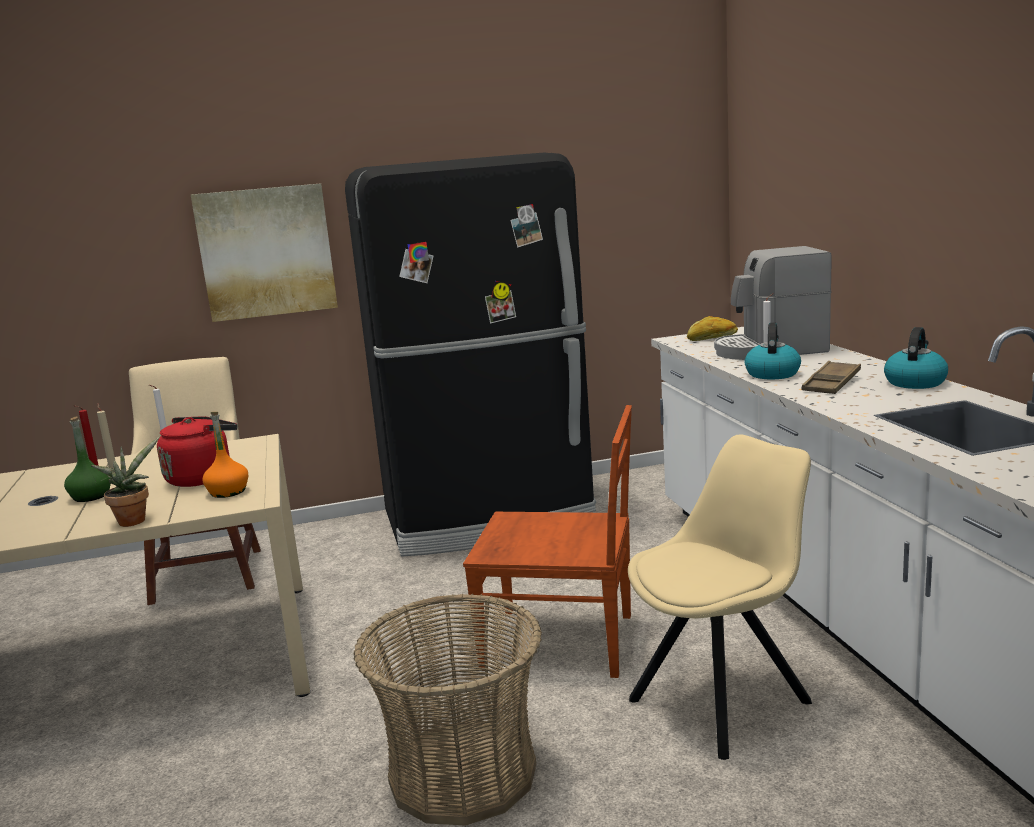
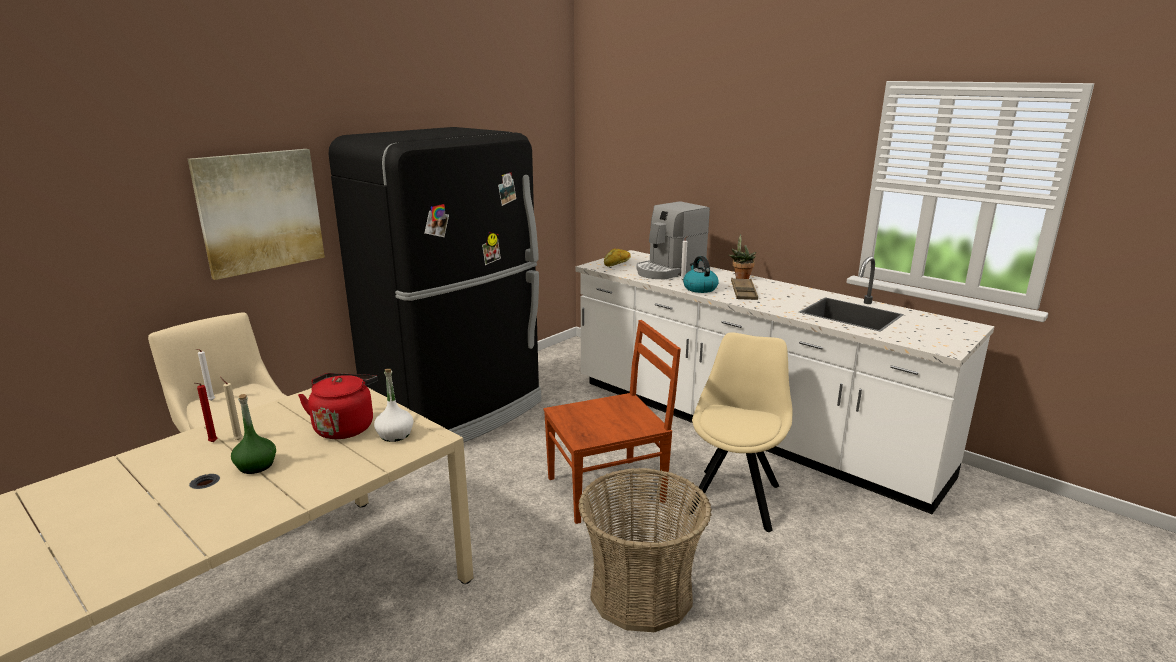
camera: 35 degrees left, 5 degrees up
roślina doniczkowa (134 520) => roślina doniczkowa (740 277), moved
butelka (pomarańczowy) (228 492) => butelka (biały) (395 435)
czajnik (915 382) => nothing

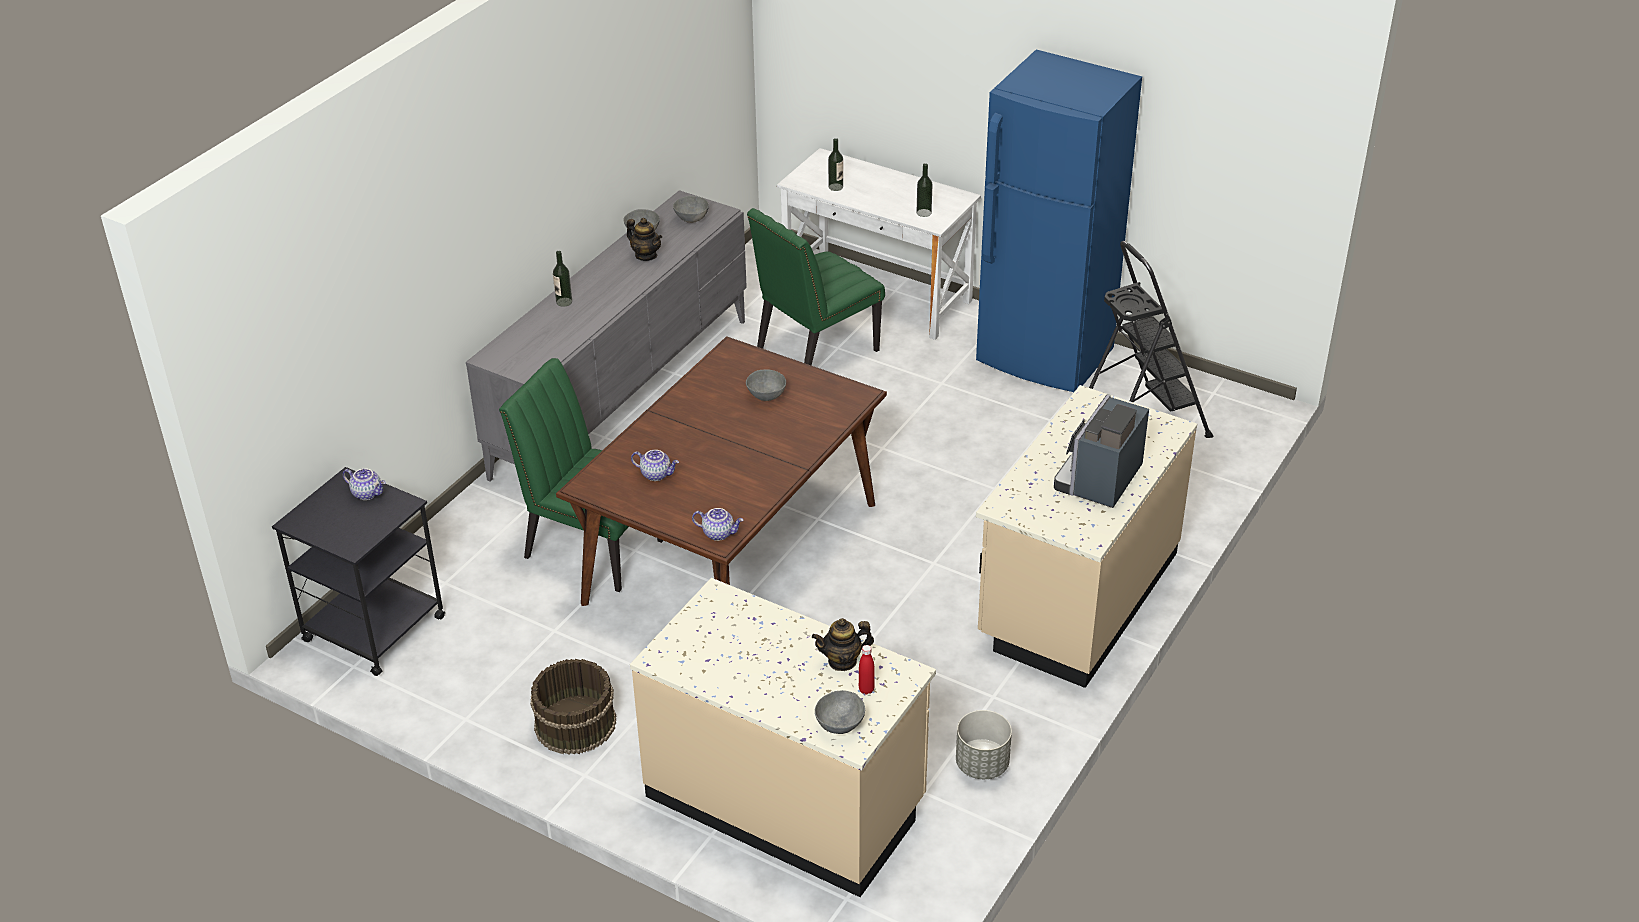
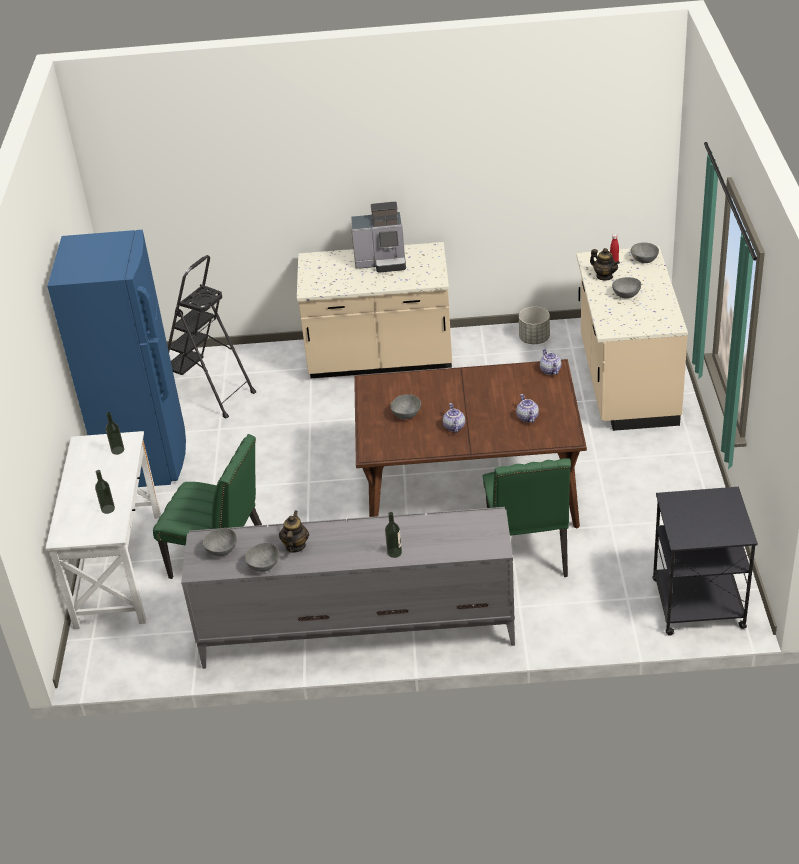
camera: 120 degrees left, 0 degrees up
imbryk (368 493) => imbryk (453 427), moved
wiadro (brązowy) (574 723) => nothing
nothing => miska (szary) (626 295)

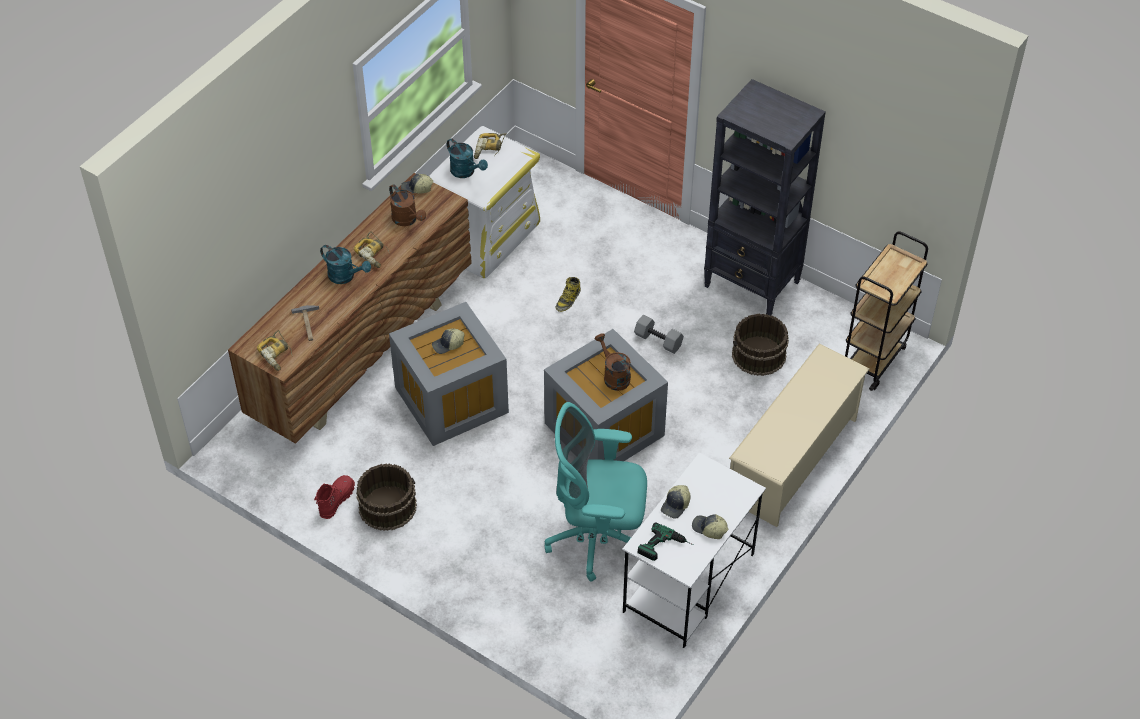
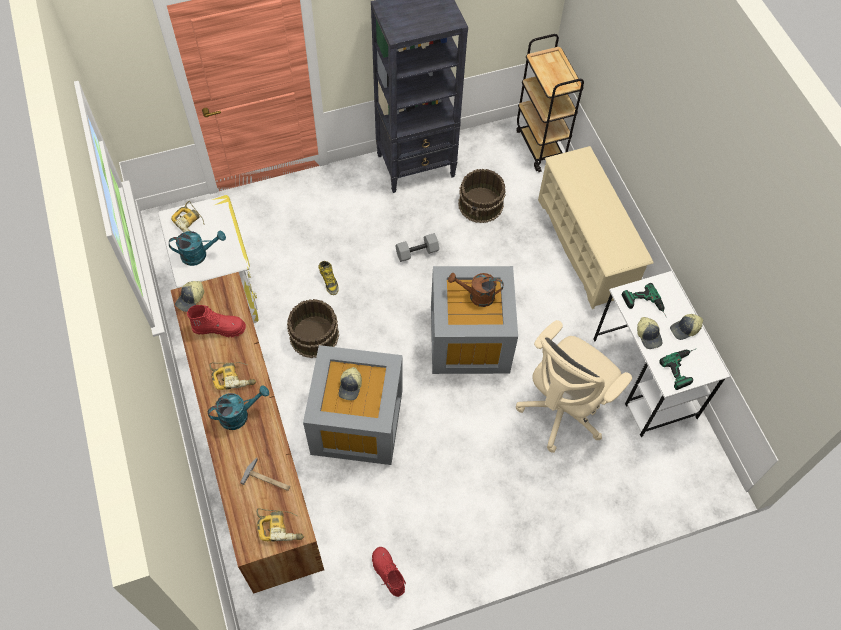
camera: 55 degrees left, 10 degrees up
wiadro (brązowy) (387 506) => wiadro (brązowy) (313 335), moved
konewka (brązowy) (407 220) => but z cholewką (czerwony) (219 328)
krzesło biurowe (turkusowy) (600 536) => krzesło biurowe (beżowy) (564 407)
nothing => wiertarka (645 306)

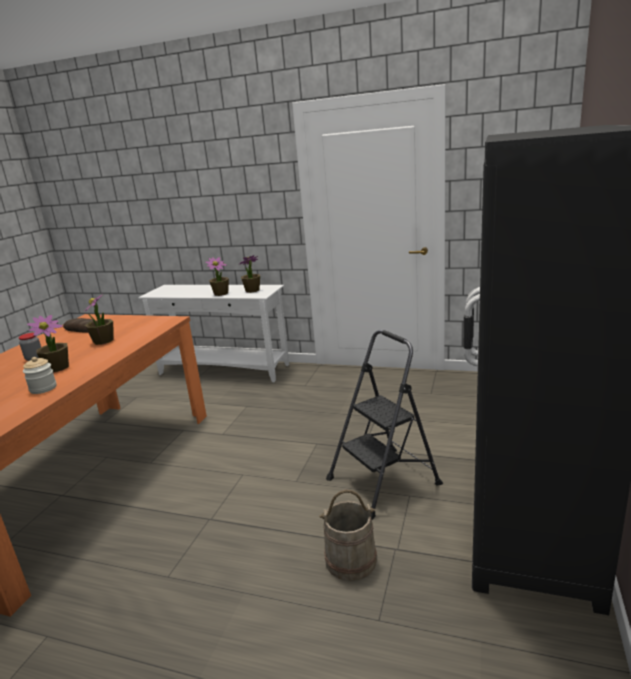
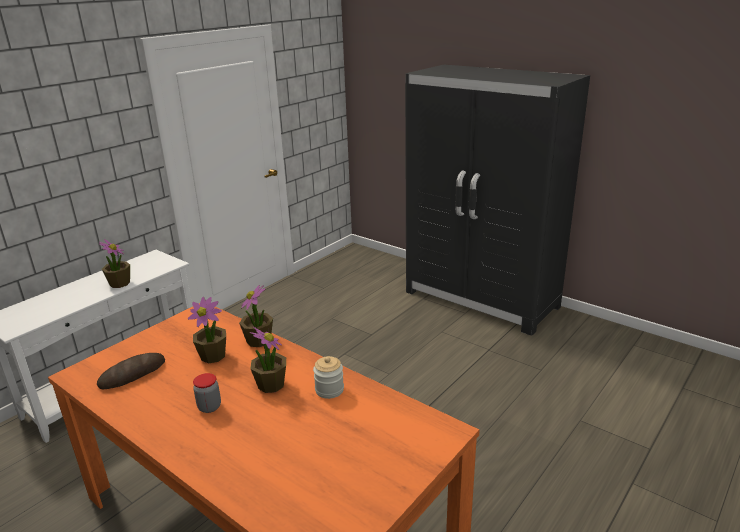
camera: 70 degrees left, 5 degrees up
roślina doniczkowa (252 290) => roślina doniczkowa (259 341), moved
wiadro (beżowy) (350 560) => nothing
drabinka (czarny) (386 479) => nothing

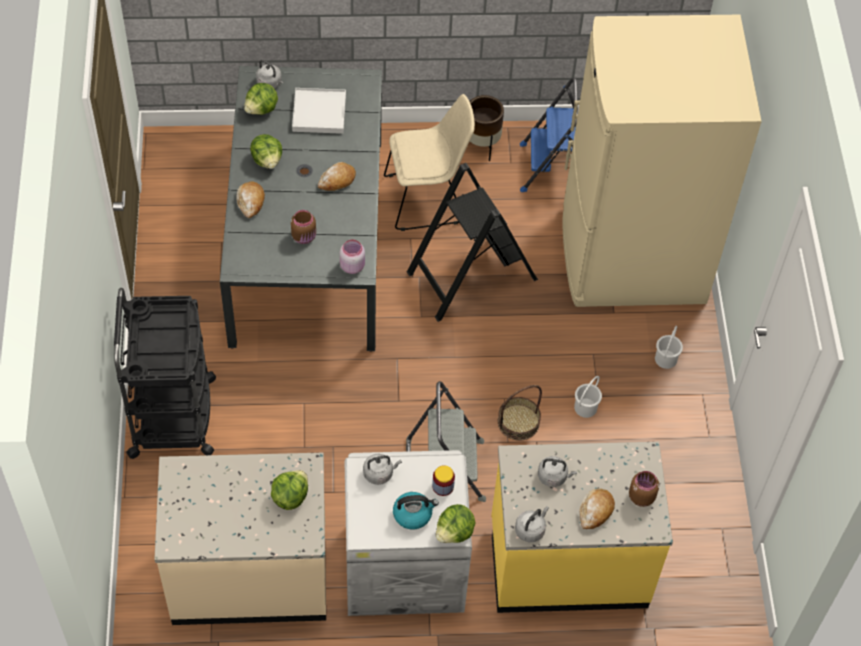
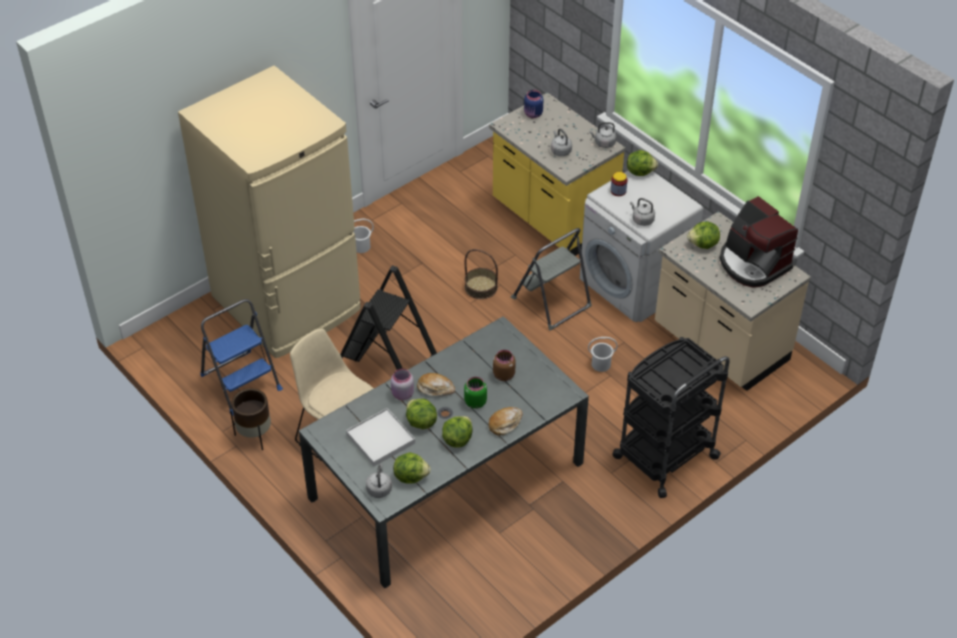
camera: 125 degrees left, 10 degrees down
słoik (różowy) (352 265) => słoik (różowy) (402 394), moved
czajnik (413 514) => nothing
wiadro (biały) (586 407) => wiadro (biały) (600 364), moved
chleb (595 511) => nothing
słoik (brązowy) (640 496) => słoik (niebieski) (533 114)
nothing => sałata (420 422)
nothing => słoik (zielony) (474 402)
nothing => ekspres do kawy (753 263)

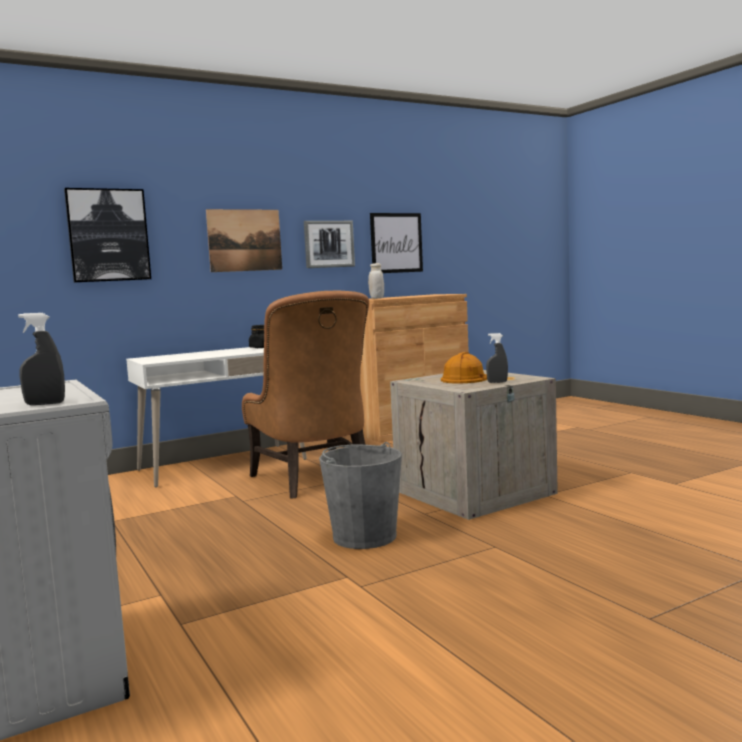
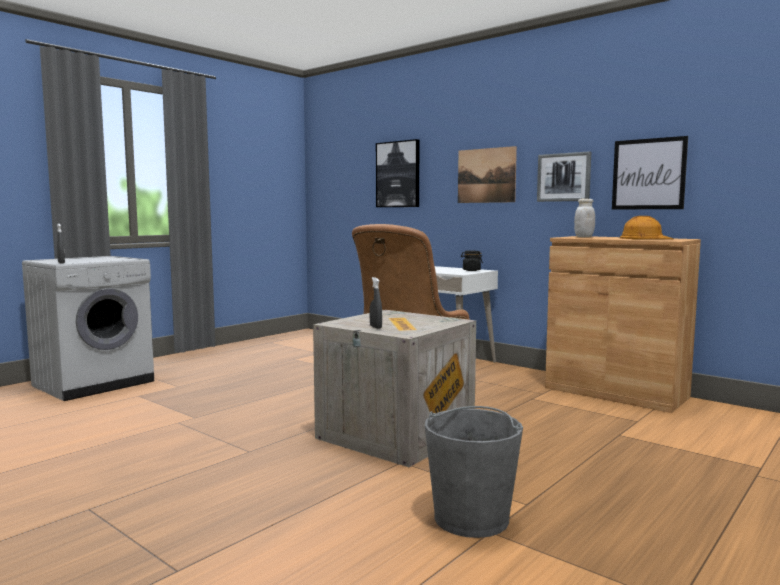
camera: 70 degrees right, 0 degrees up
wiadro (szary) (364 536) => wiadro (szary) (471 517), moved
kask (pomarańczowy) (465 379) => kask (pomarańczowy) (645 238), moved

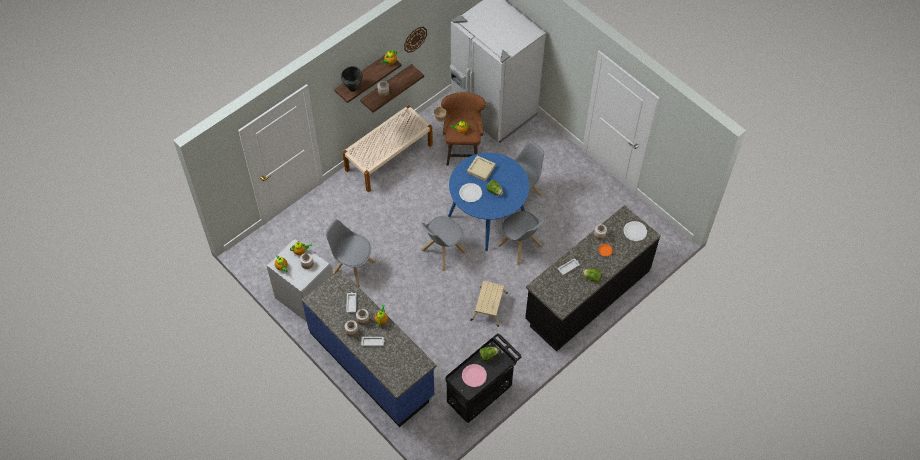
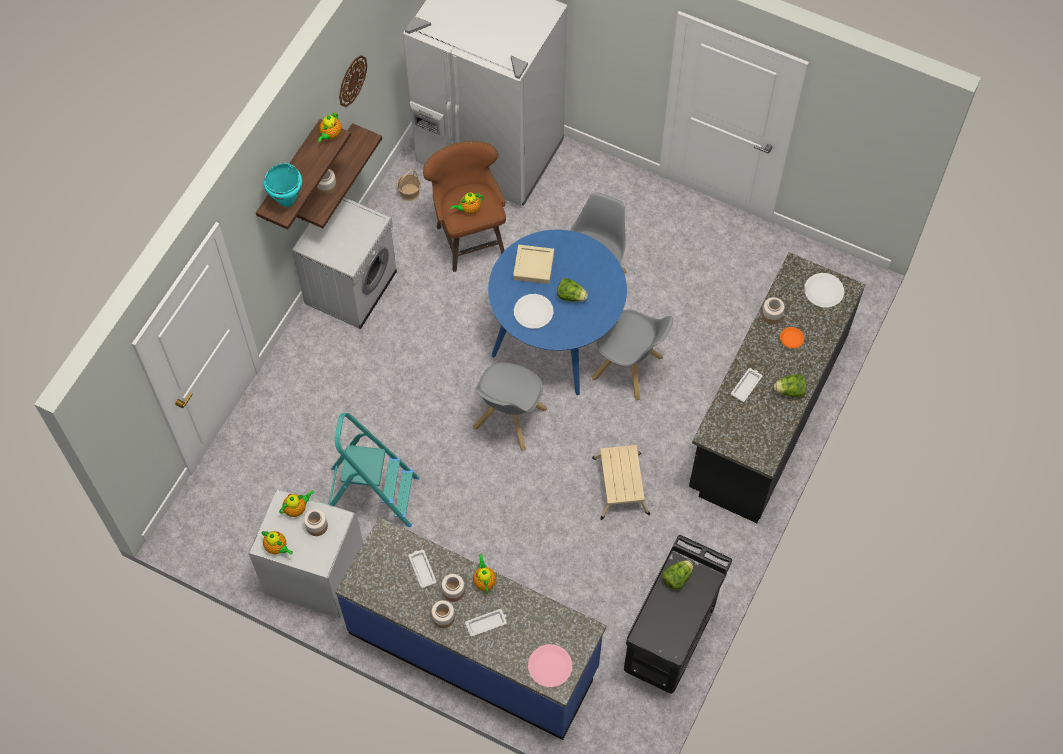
camera: 20 degrees left, 5 degrees up
krzesło (szary) (352 267) => drabinka (turkusowy) (372 497)
garnek (czarny) (352 88) => garnek (turkusowy) (286 200)
ławka (beżowy) (388 157) => pralka (biały) (353 288)
talerz (różowy) (474 376) => talerz (różowy) (550 666), moved

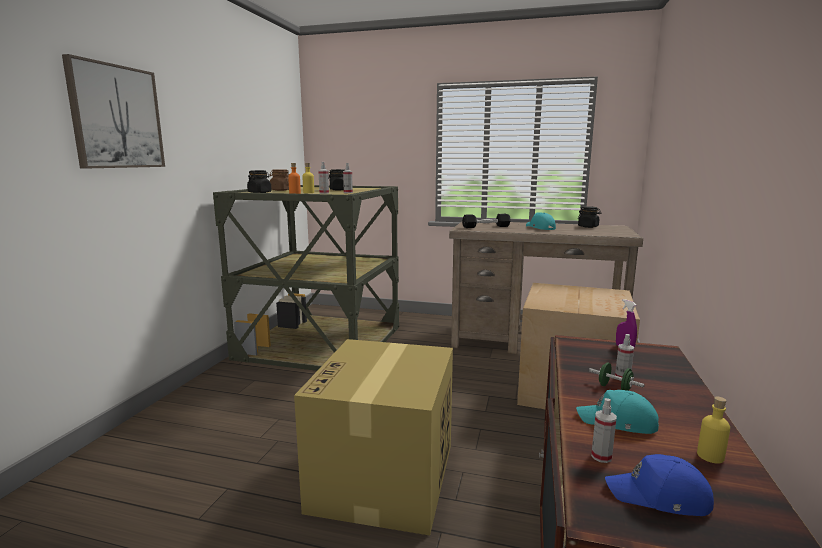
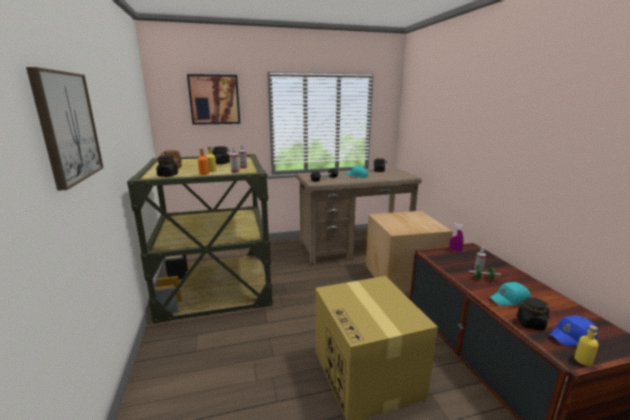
camera: 30 degrees left, 5 degrees up
spryskiwacz (601 456) => słoik (czarny) (530 323)
butelka (żółty) (710 456) => butelka (żółty) (583 360), moved
nothing => obraz (214 99)

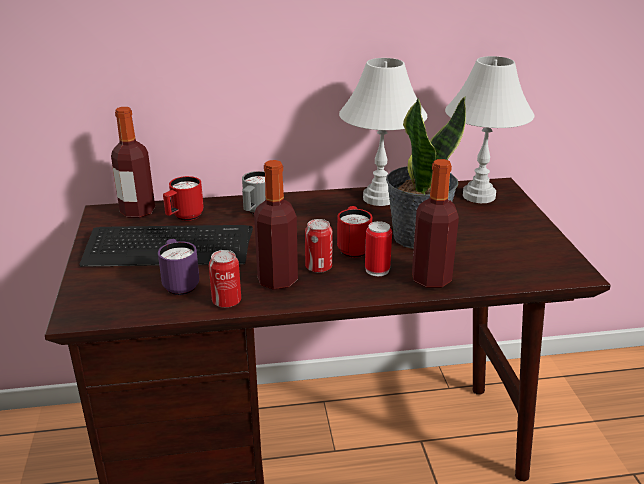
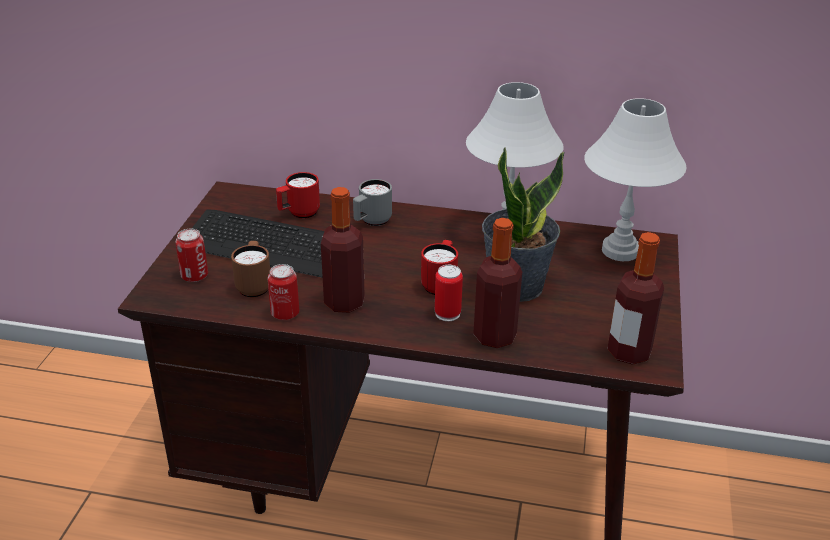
camera: 20 degrees right, 5 degrees up
butelka (138 212) => butelka (629 352), moved
kubek (fioletowy) (180 284) => kubek (brązowy) (254 285)
puszka (318 267) => puszka (194 276), moved

